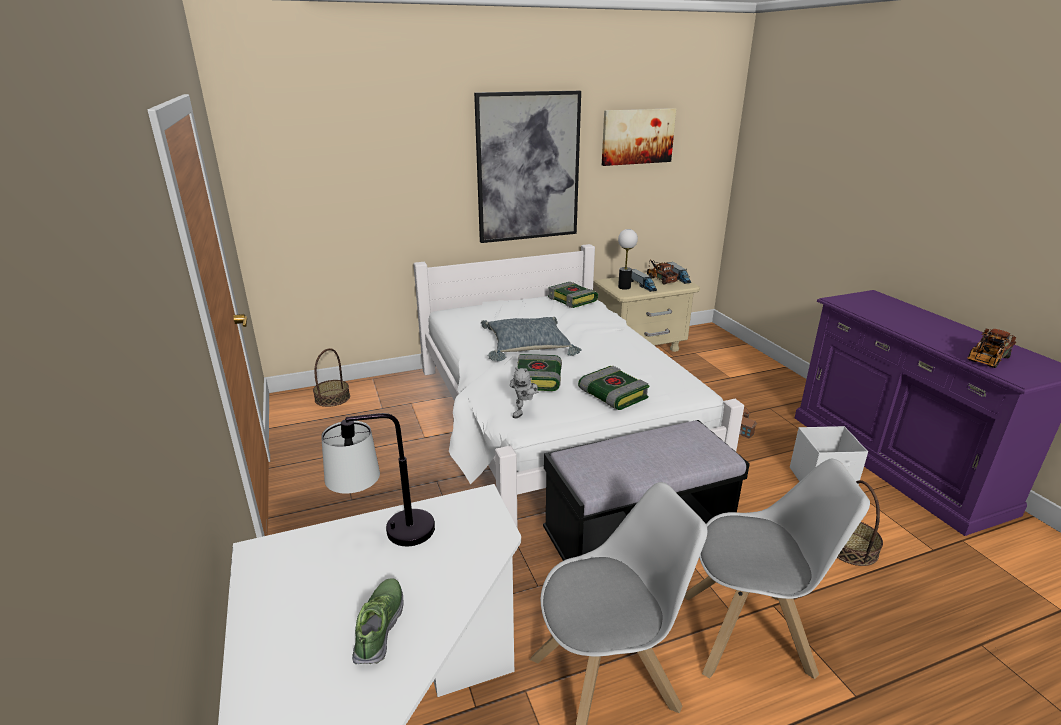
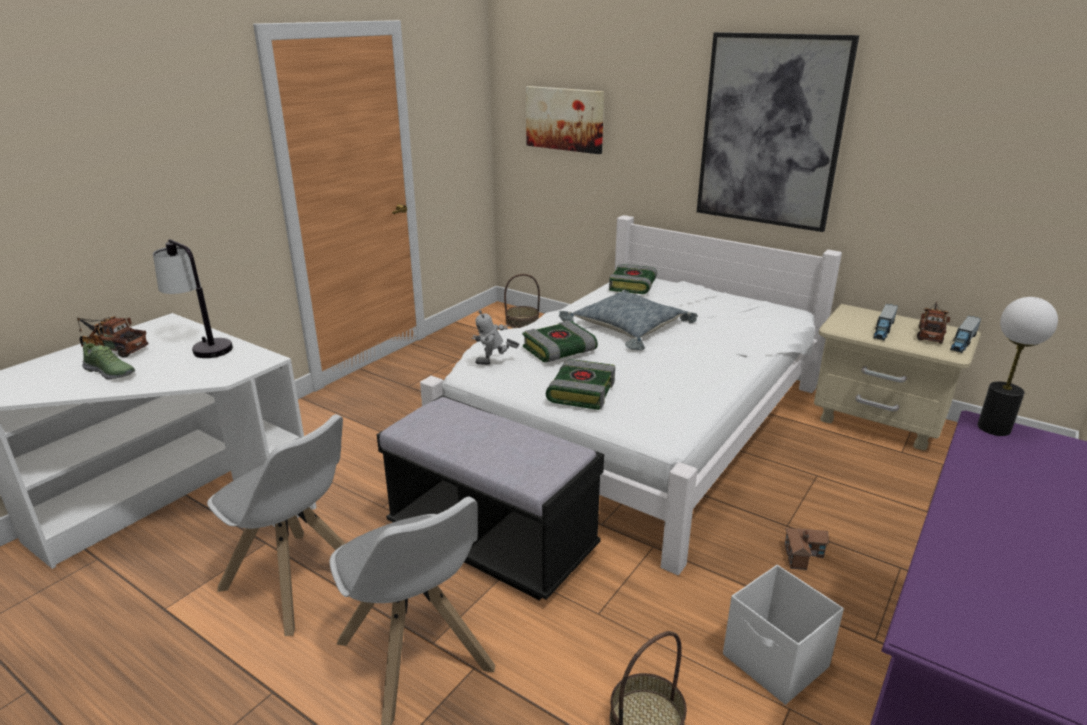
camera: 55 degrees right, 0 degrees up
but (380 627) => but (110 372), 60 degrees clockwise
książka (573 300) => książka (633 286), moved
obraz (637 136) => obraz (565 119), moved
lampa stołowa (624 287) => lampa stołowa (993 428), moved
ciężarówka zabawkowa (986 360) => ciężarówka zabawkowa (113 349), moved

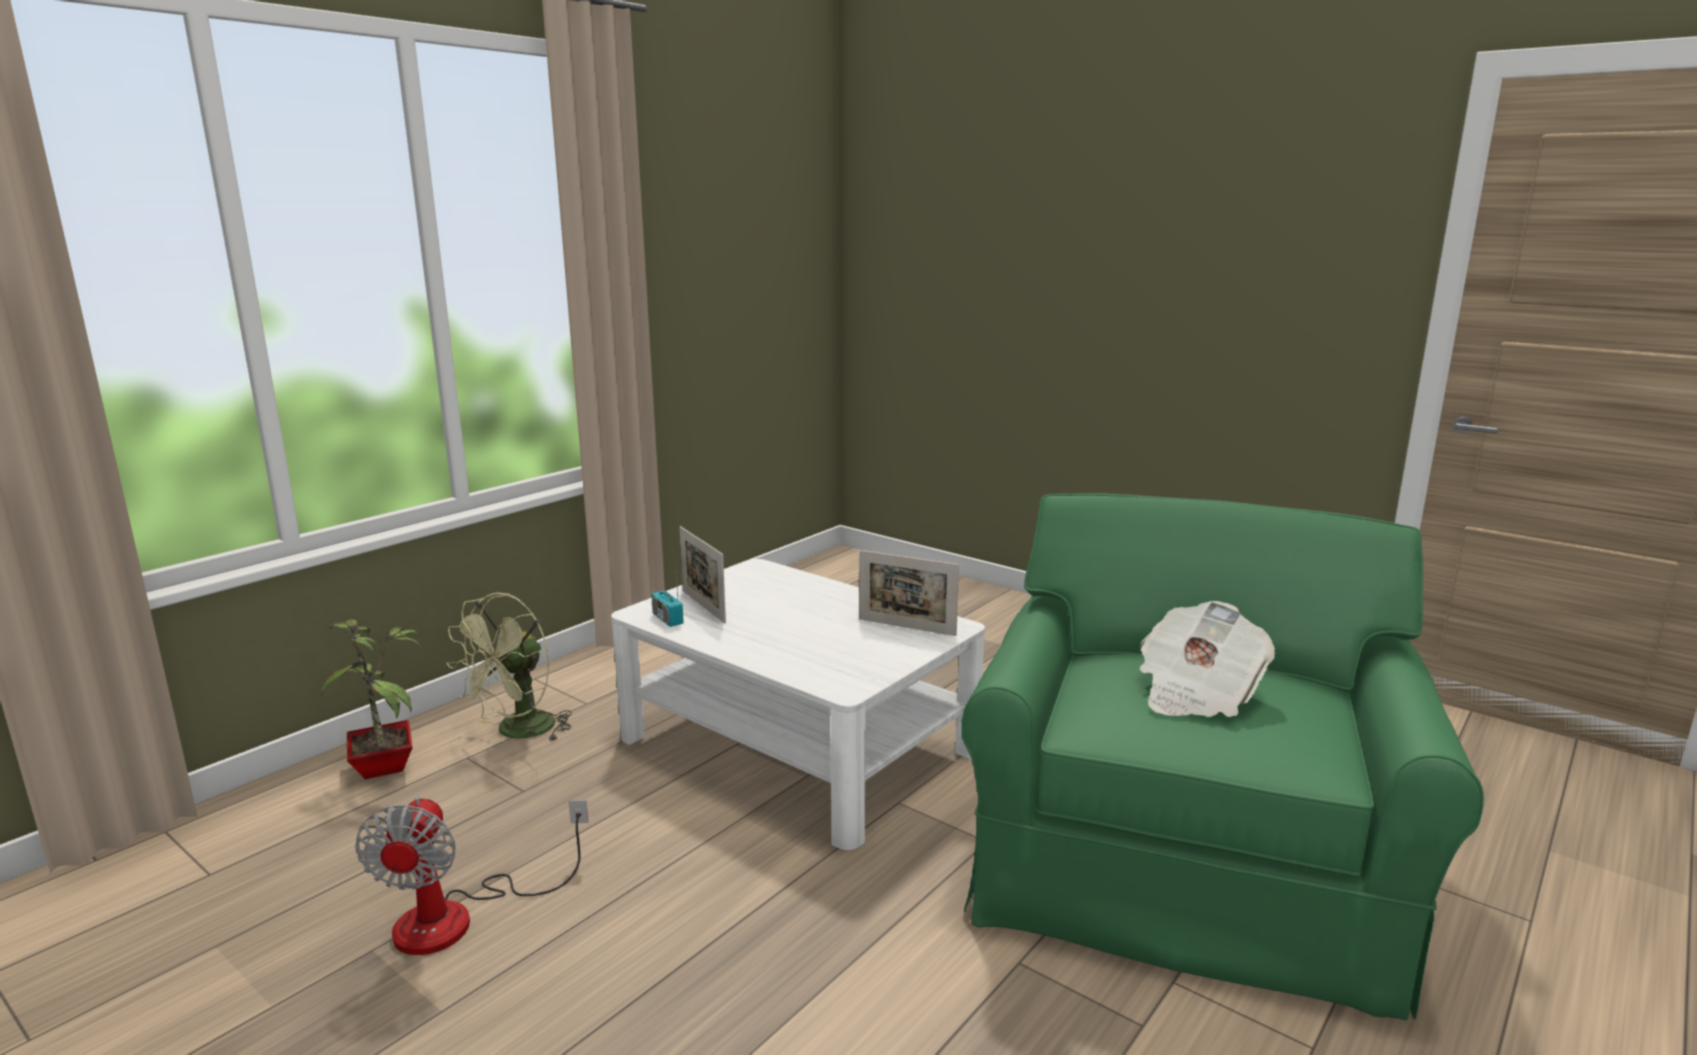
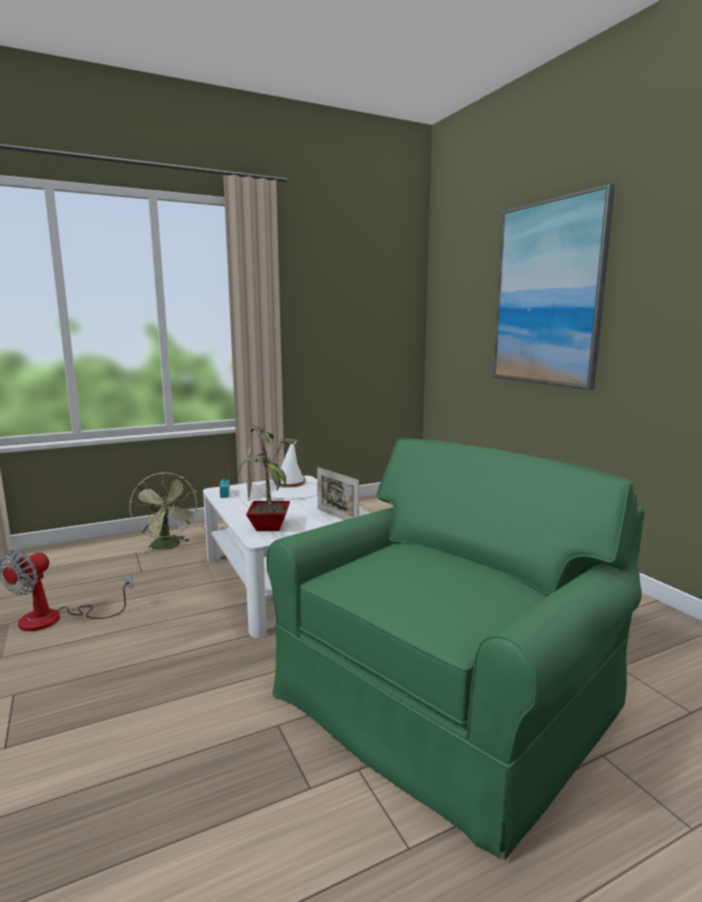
camera: 25 degrees right, 5 degrees down
roślina doniczkowa (387 766) => roślina doniczkowa (271 527), moved
wentylator (zielony) (518 732) => wentylator (zielony) (168 546), 90 degrees counterclockwise
gazeta (1196 693) => nothing
nothing => kapelusz (biały) (290 490)
nothing => obraz (548 294)

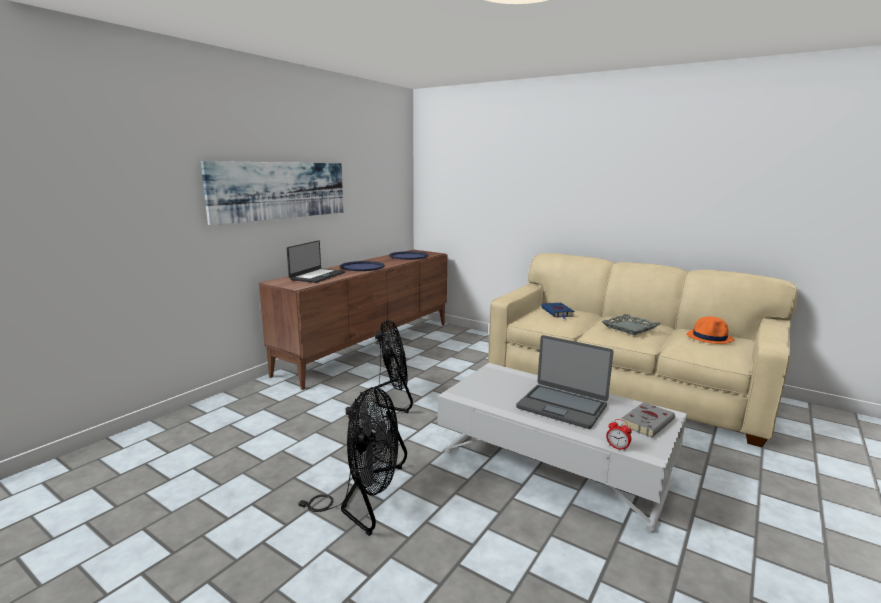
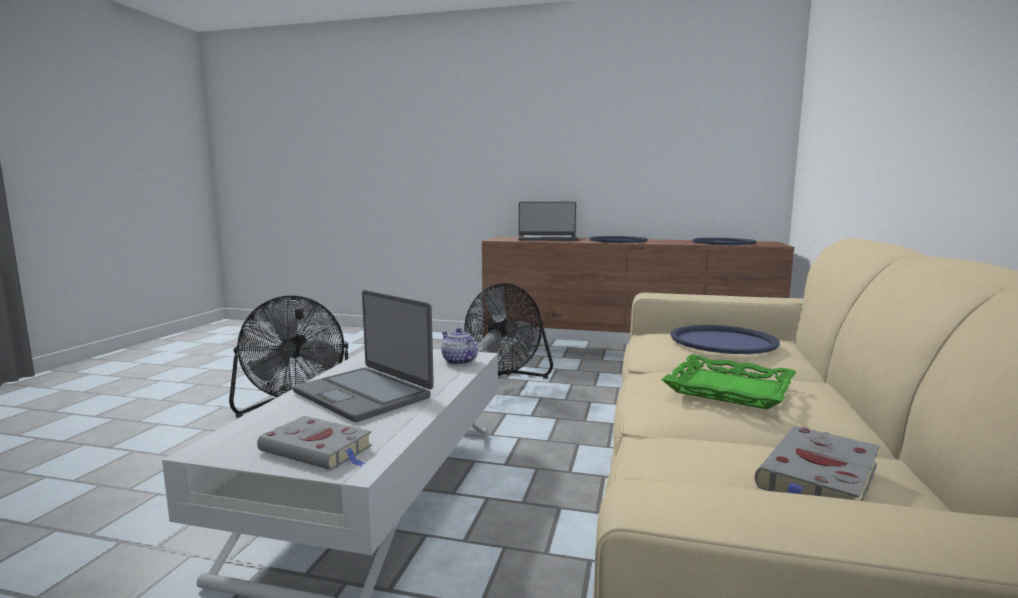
camera: 70 degrees right, 5 degrees down
obraz (281 190) => nothing
laptop (562 406) => laptop (364 394), 60 degrees counterclockwise
książka (niebieski) (558 312) => taca (niebieski) (723 341)
taca (szary) (629 327) => taca (zielony) (729 389)
budzik (617 447) => nothing
kapelusz (pomarańczowy) (710 338) => książka (szary) (818 478)
nothing => imbryk (458 361)

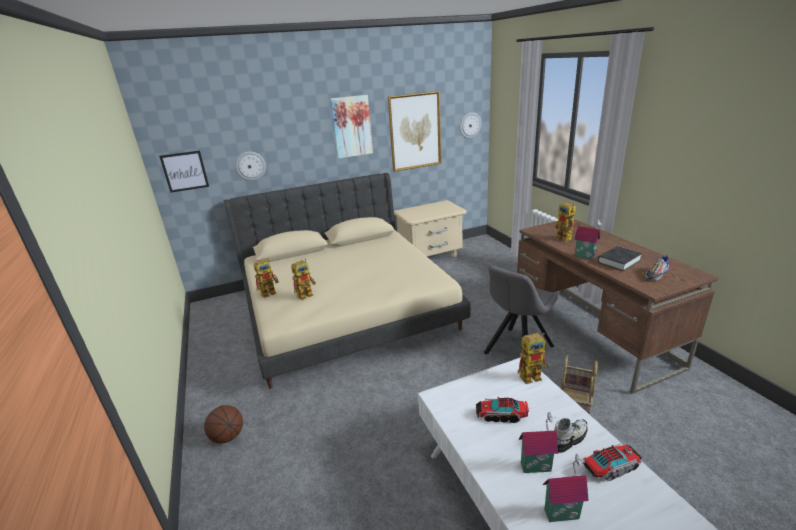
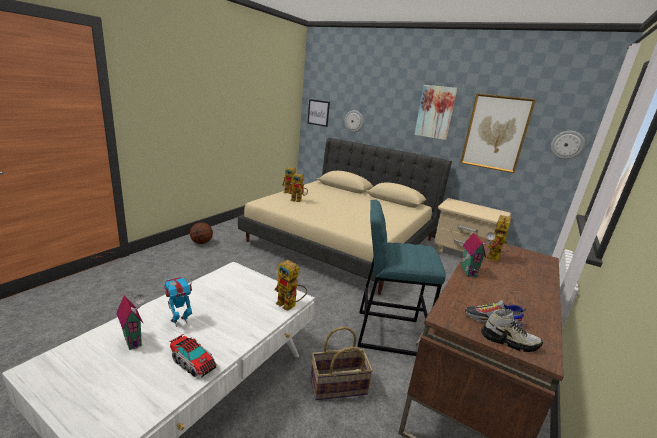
camera: 50 degrees right, 5 degrees down
ciężarówka zabawkowa (501 415) => nothing
krzesło (szary) (518 349) => stołek (turkusowy) (386 332)
domek (535 465) => robot zabawkowy (180 321)
but (568 439) => but (509 341), moved
książka (czarny) (619 261) => nothing

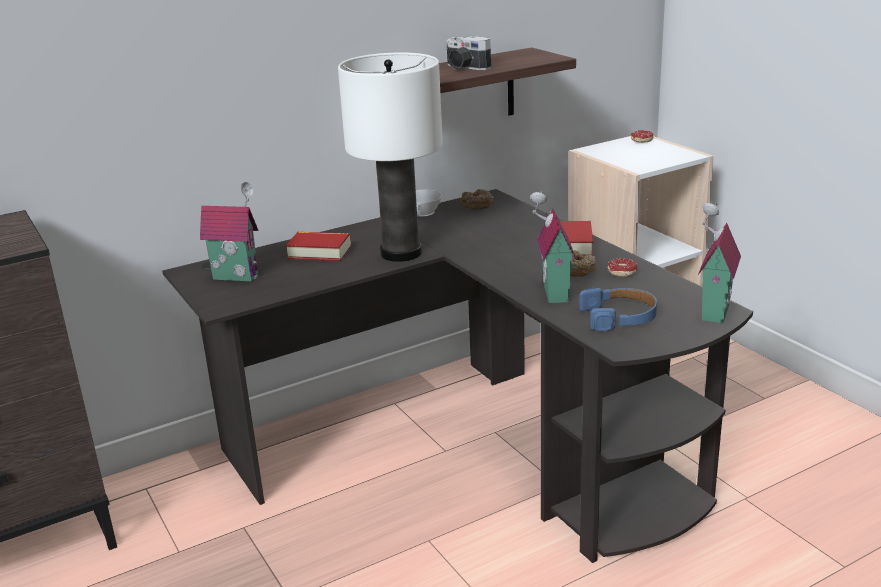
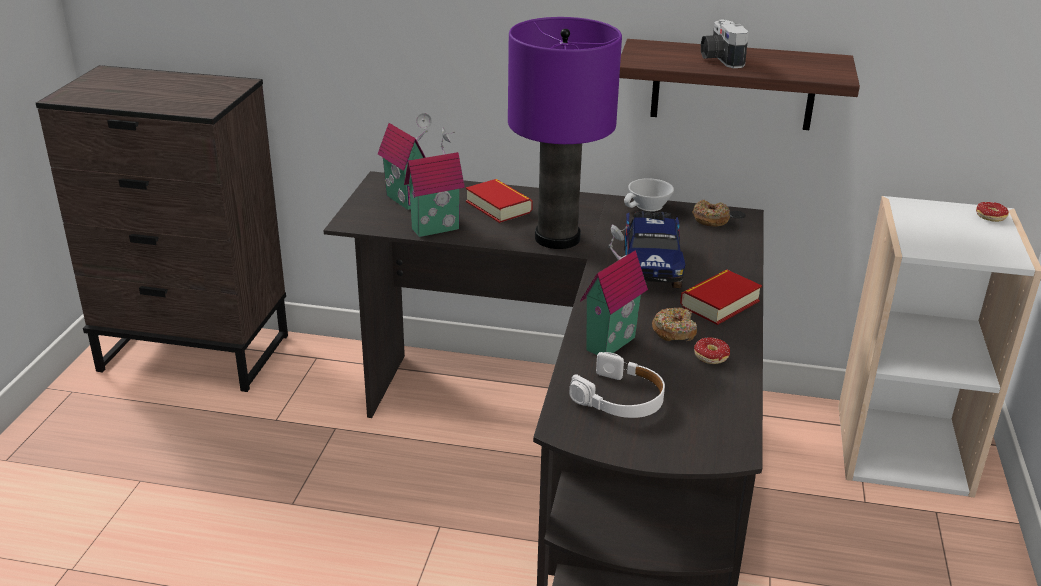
camera: 40 degrees right, 5 degrees up
lampa stołowa (biały) (401 253) => lampa stołowa (fioletowy) (558 238)
słuchawki (niebieski) (619 317) => słuchawki (biały) (620 398)
domek (712 311) => domek (434 227), moved
nothing => ciężarówka zabawkowa (651 265)

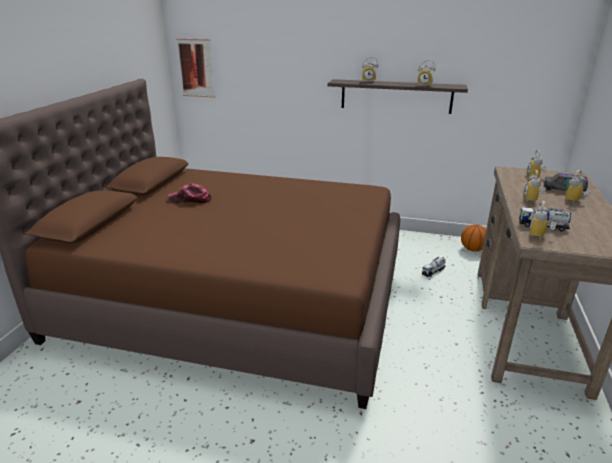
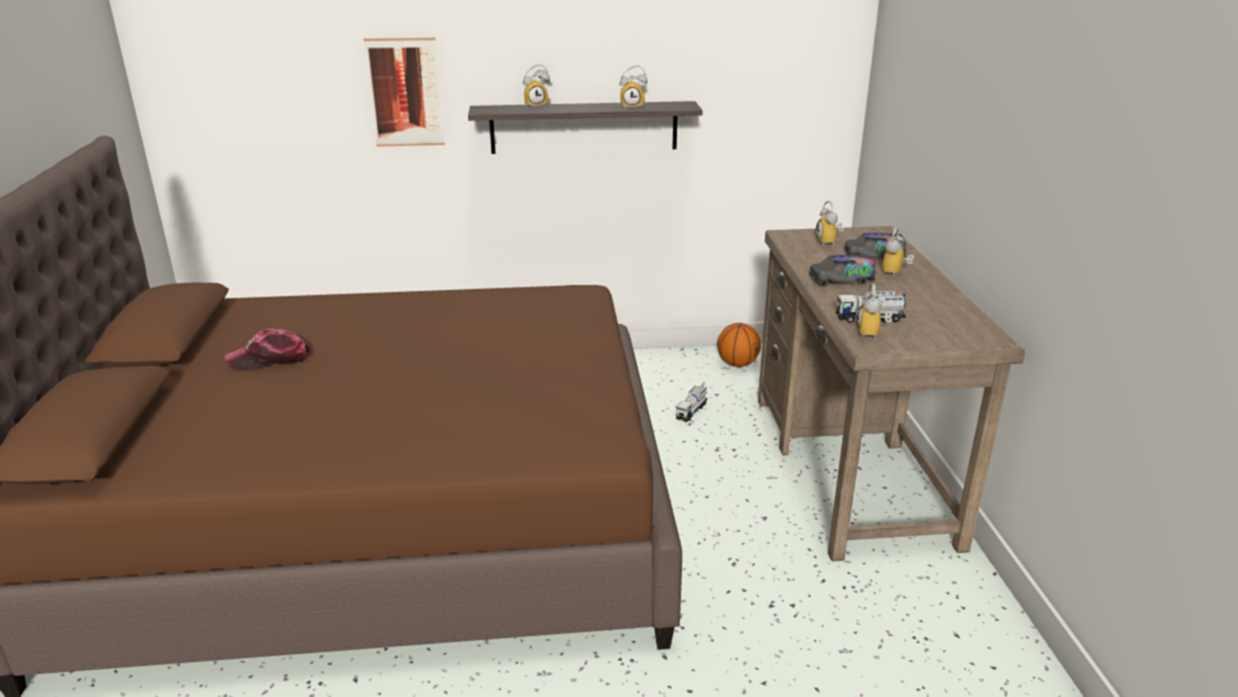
camera: 20 degrees left, 0 degrees up
obraz (196 68) => obraz (405 92), moved
budzik (532 201) => ciężarówka zabawkowa (841 280)

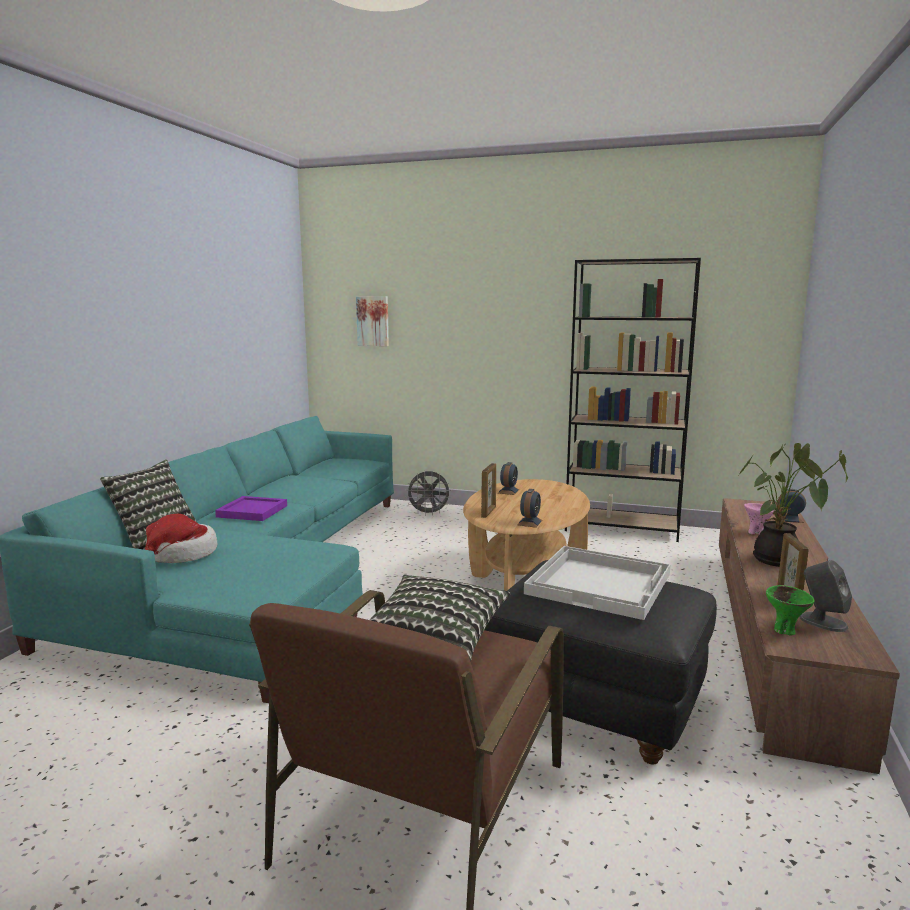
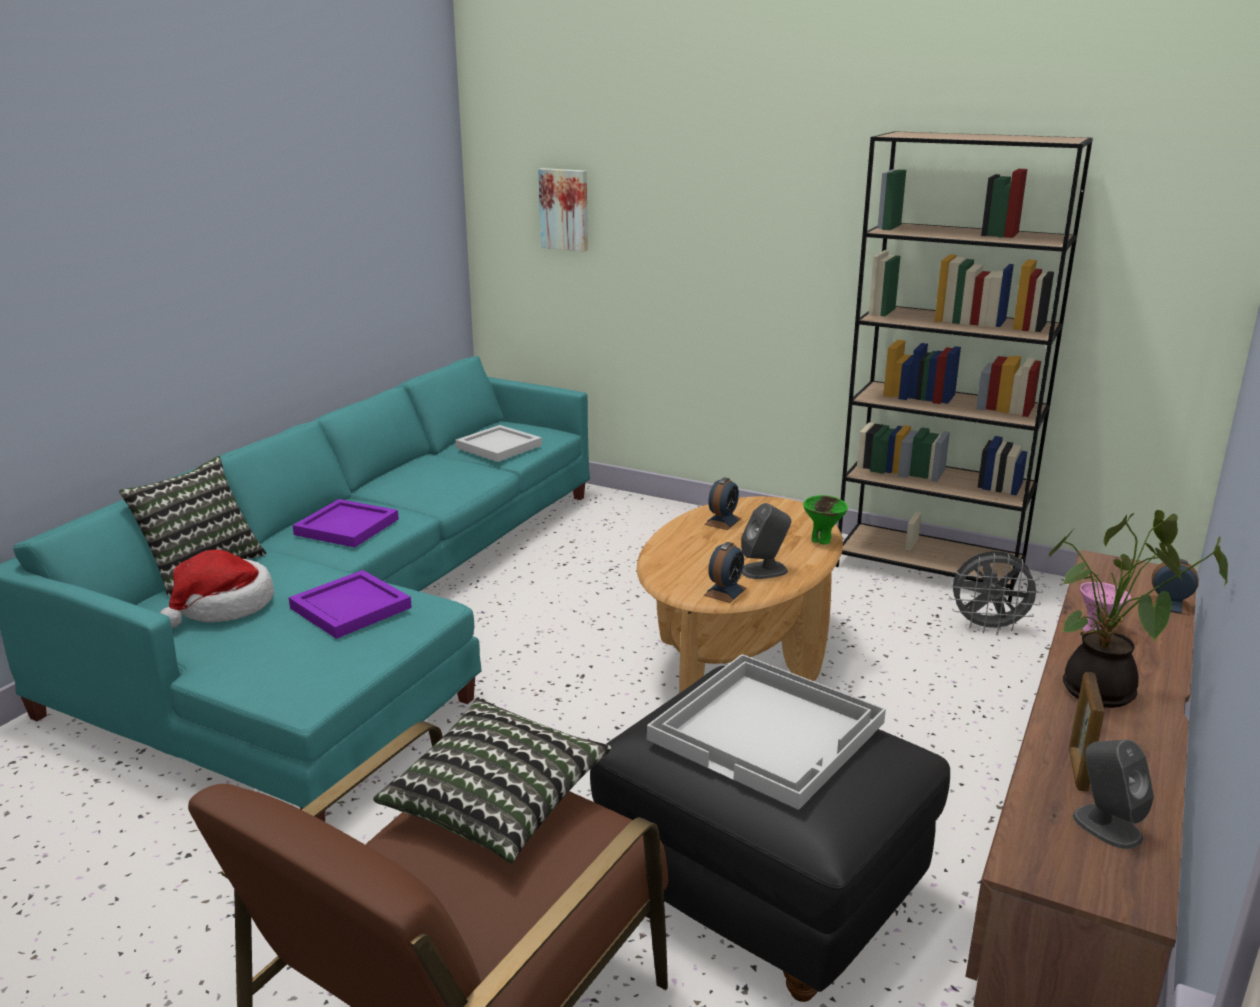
camera: 10 degrees right, 10 degrees up
wentylator (szary) (429 513) => wentylator (szary) (988 627), moved
ramka na zdjęcie (488 512) => nothing
miska (zielony) (785 630) => miska (zielony) (822 540), moved
nothing => taca (fioletowy) (351 607)
nothing => taca (biały) (497 446)
nothing => głośnik (szary) (764 570)

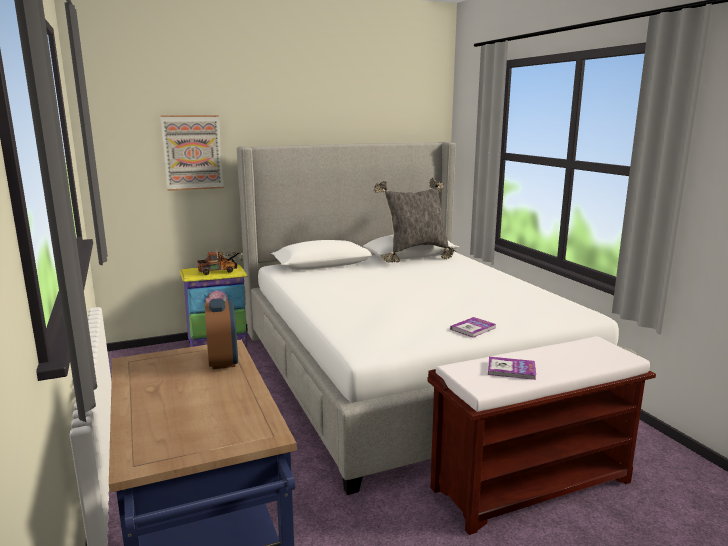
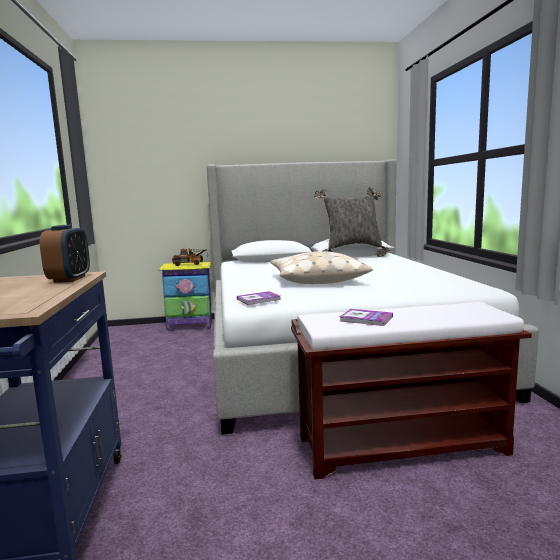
camera: 15 degrees right, 5 degrees down
obraz (192 152) => nothing
książka (473 328) => książka (258 299), moved
nothing => poduszka (beżowy) (317 279)

